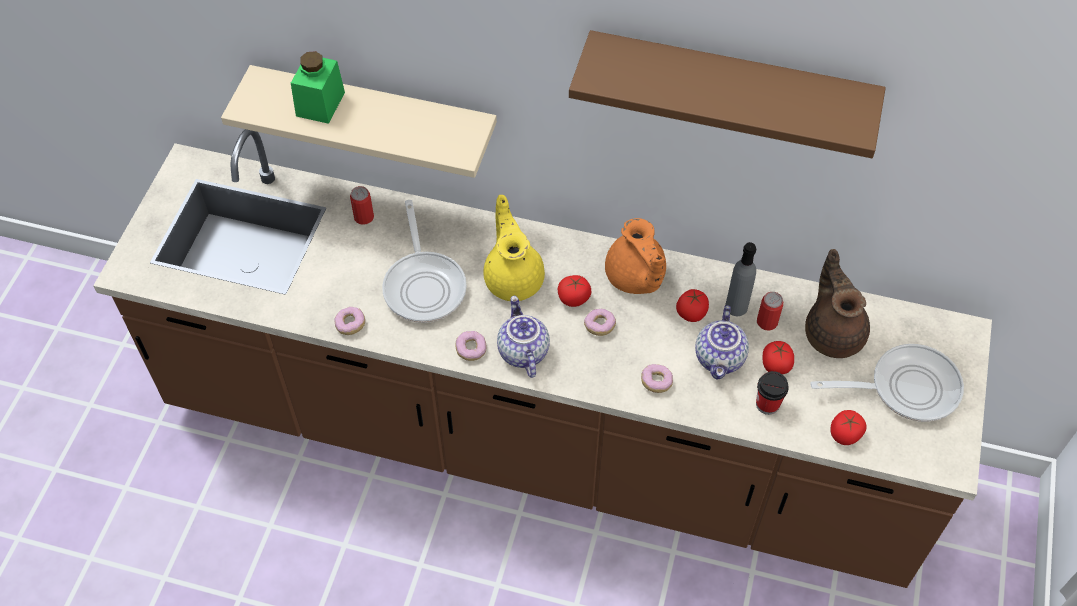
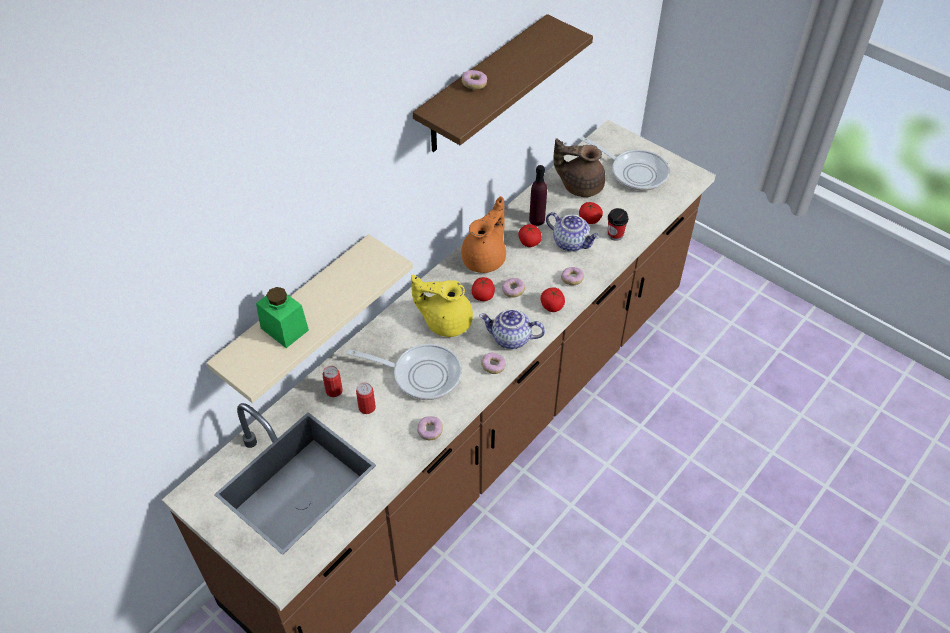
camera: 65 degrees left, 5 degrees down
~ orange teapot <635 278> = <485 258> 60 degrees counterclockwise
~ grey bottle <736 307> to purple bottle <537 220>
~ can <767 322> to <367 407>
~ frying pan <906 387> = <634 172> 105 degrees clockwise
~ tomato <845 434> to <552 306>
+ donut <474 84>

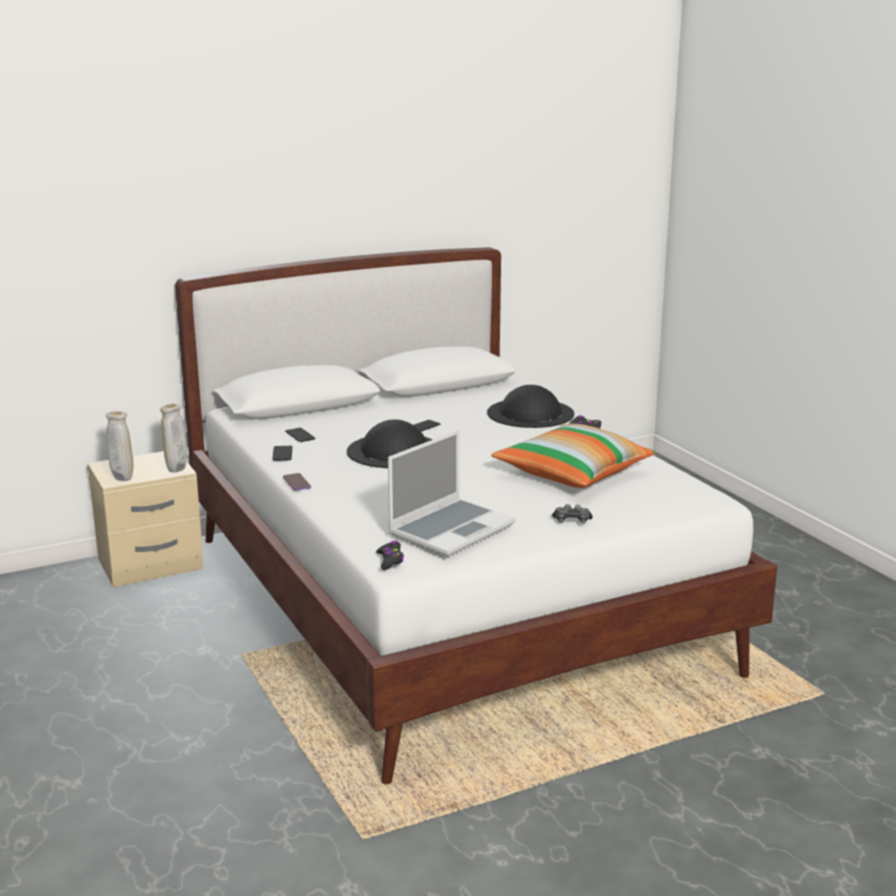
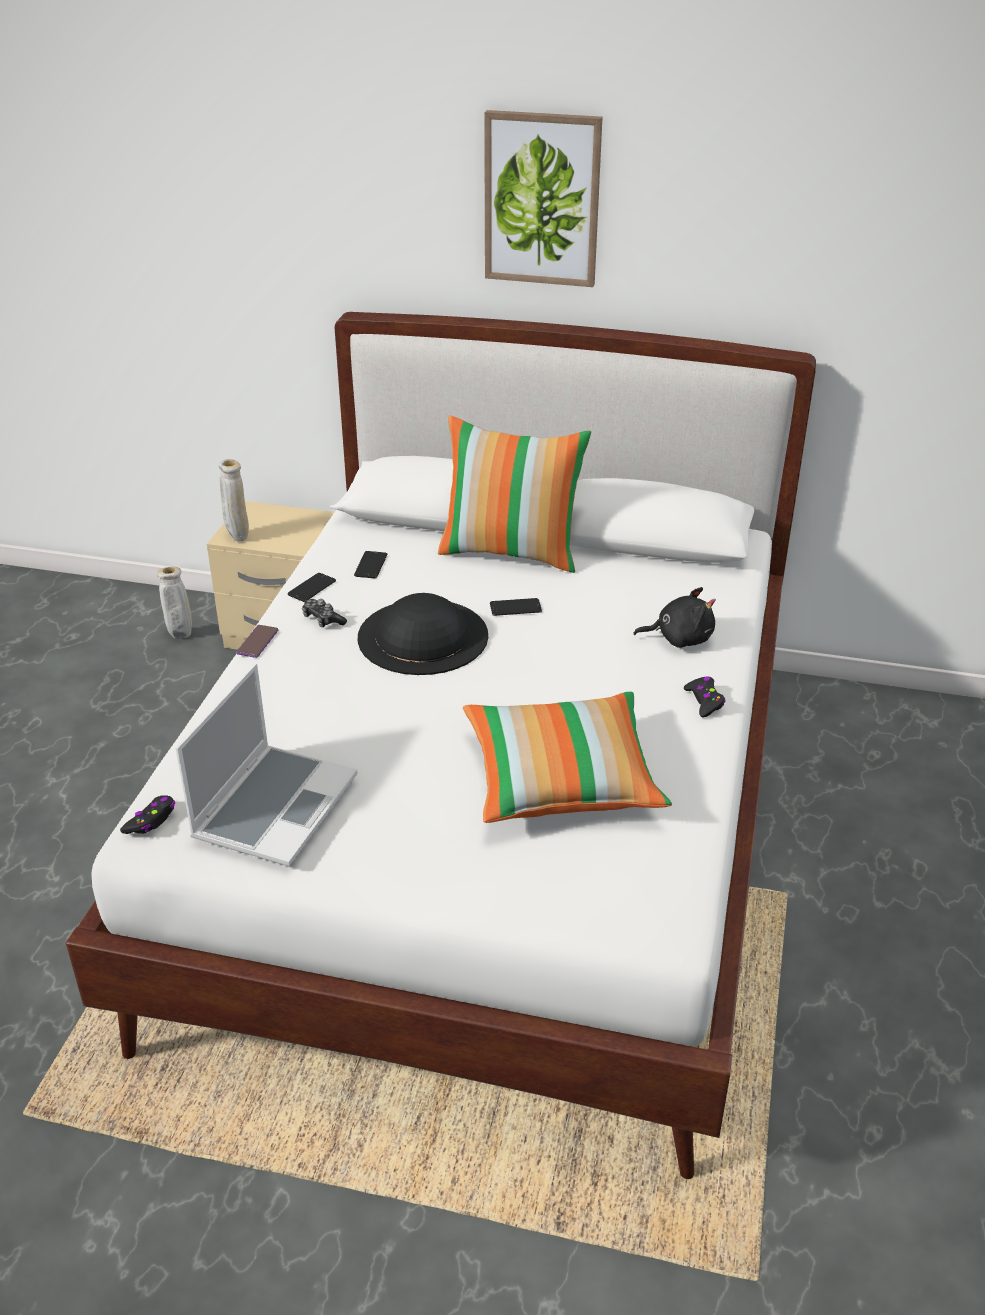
camera: 40 degrees right, 15 degrees up
~ beige vase <177 471> to <181 636>
~ laptop <451 529> = <275 805> 60 degrees counterclockwise
~ black hat <530 413> to black plush toy <679 638>
~ game controller <572 521> to <323 620>
+ pillow <511 552>
+ picture <542 199>

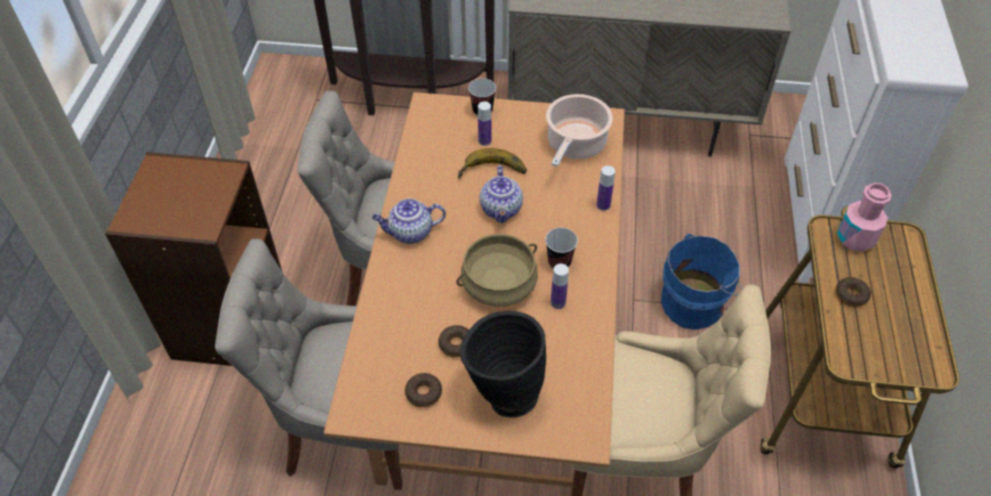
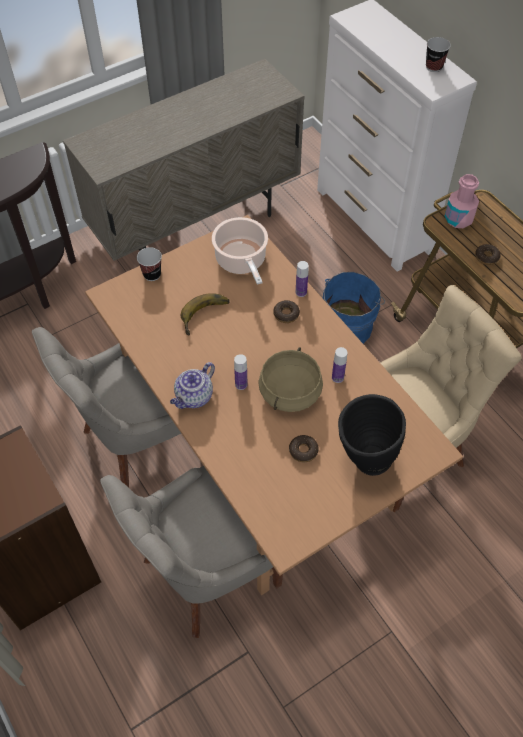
camera: 40 degrees left, 5 degrees up
~ donut <423 393> to <286 314>
~ bottle <484 141> to <241 384>
- teapot <501 210>
~ cup <559 262> to <434 67>

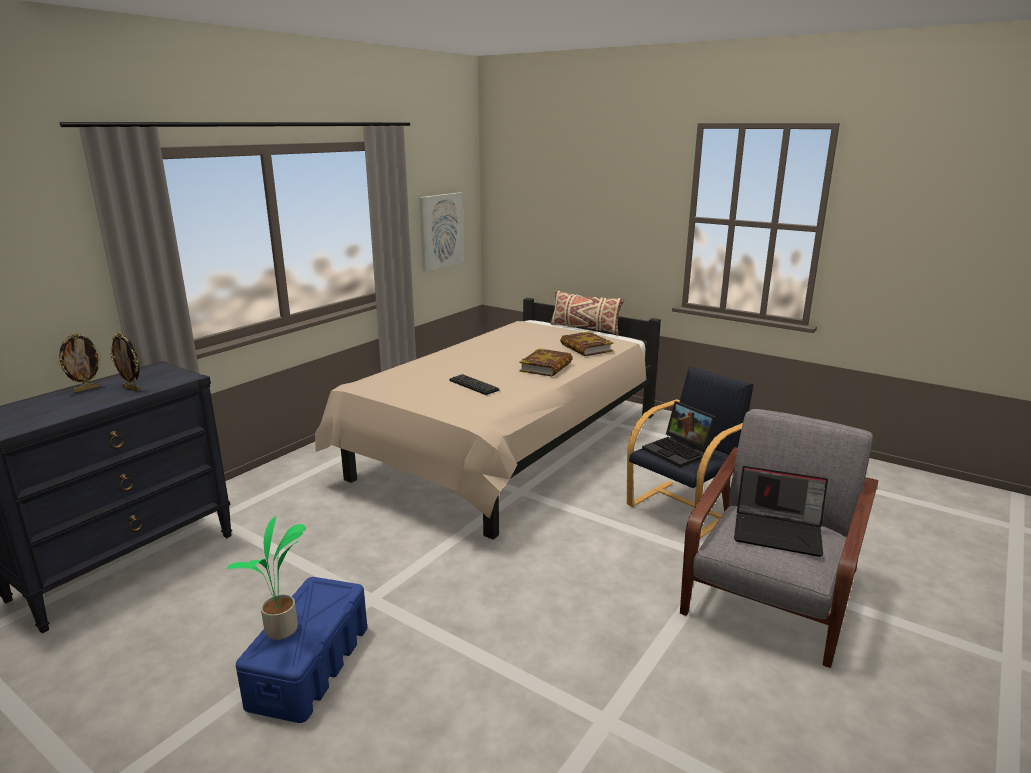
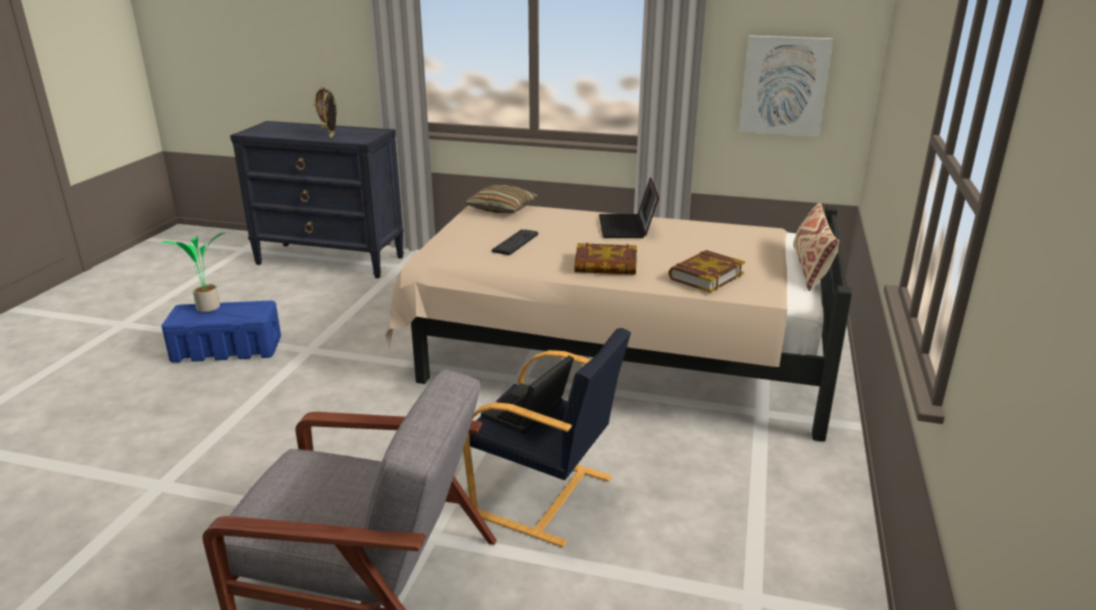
camera: 70 degrees right, 5 degrees up
~ laptop <779 532> to <627 227>
+ pillow <502 208>

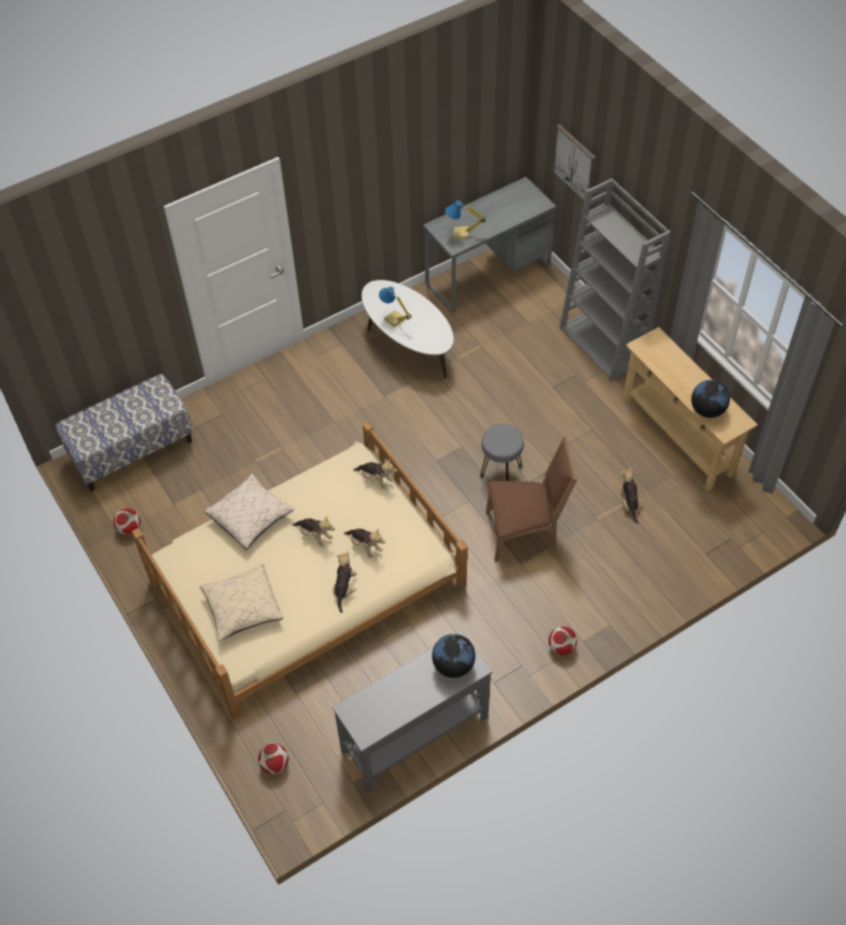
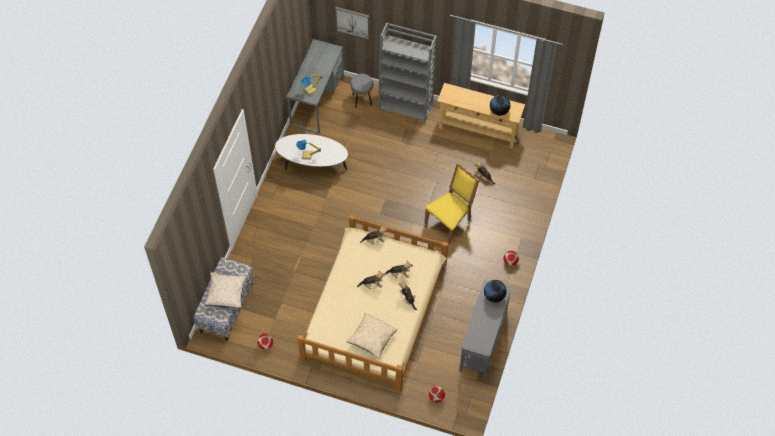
camera: 40 degrees left, 5 degrees up
~ beige pillow <250 518> to <226 293>
~ grey stool <501 471> to <362 99>
~ brown chair <525 532> to yellow chair <450 221>

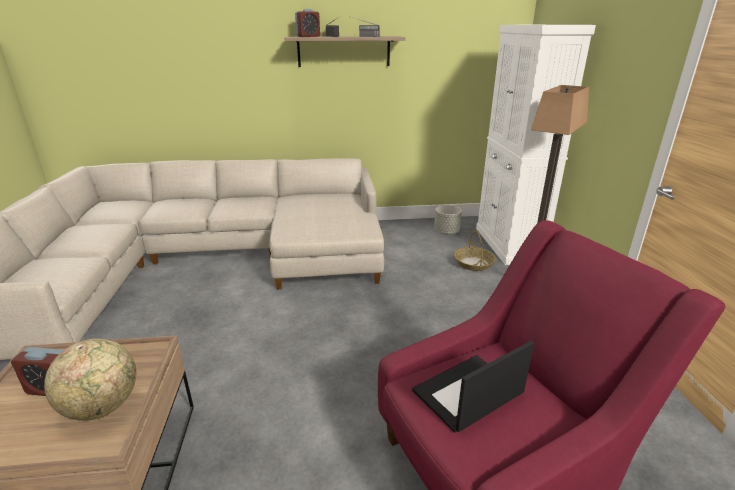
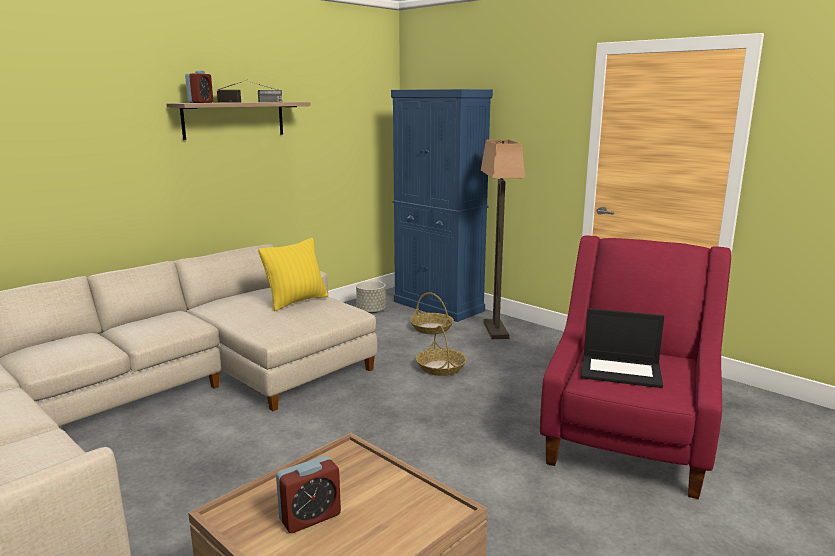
camera: 40 degrees left, 10 degrees down
- globe <103 406>
~ laptop <467 394> = <621 371> 90 degrees counterclockwise
~ white cabinet <508 244> to blue cabinet <438 306>
+ yellow pillow <296 301>
+ basket <441 368>

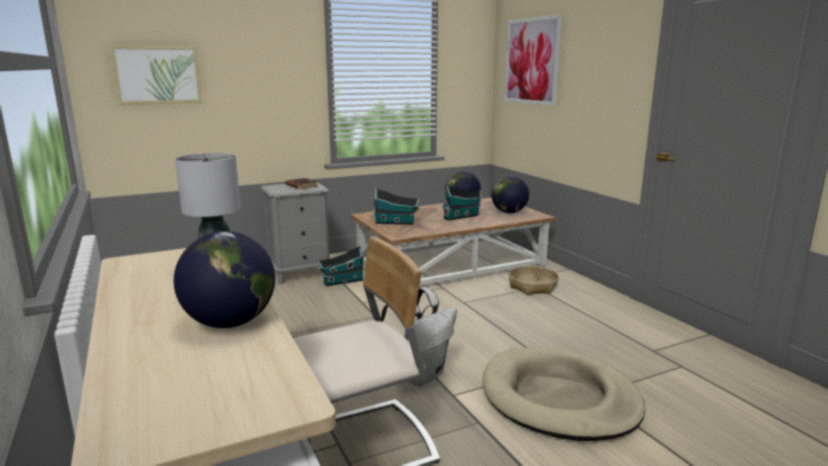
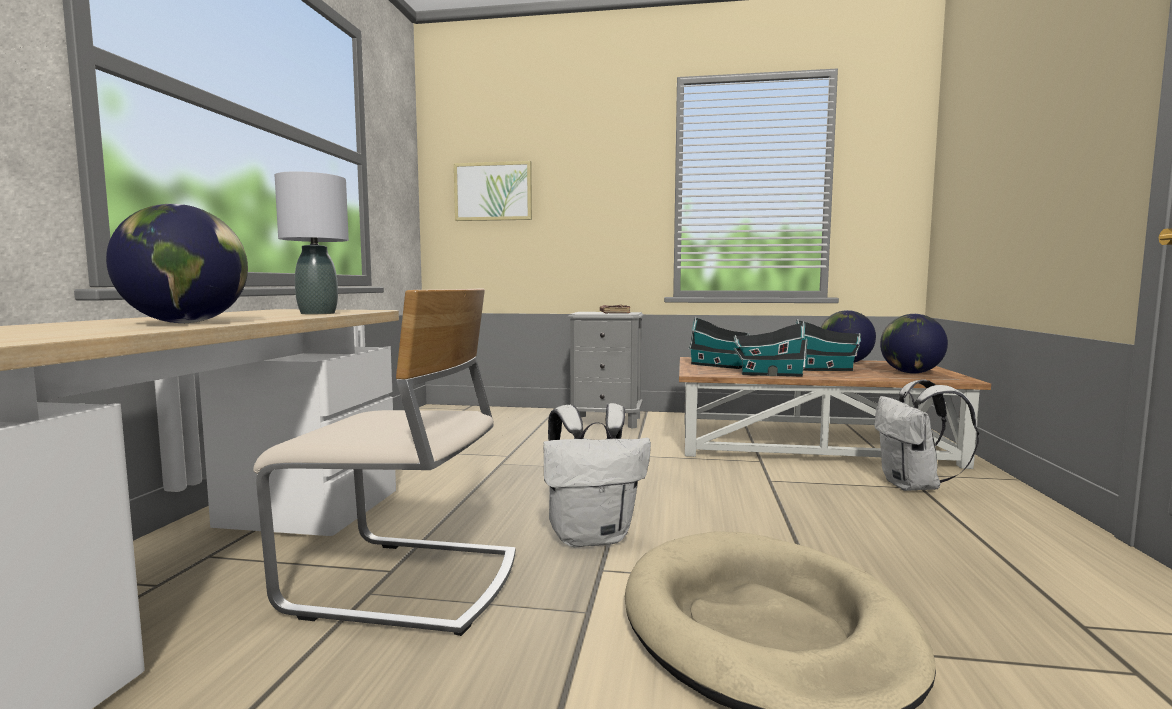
camera: 35 degrees right, 10 degrees down
~ toy house <342 282> to <769 374>
- picture <531 61>
~ basket <532 287> to white backpack <914 486>

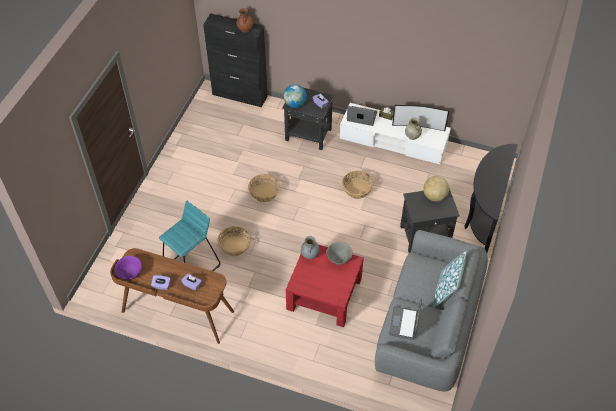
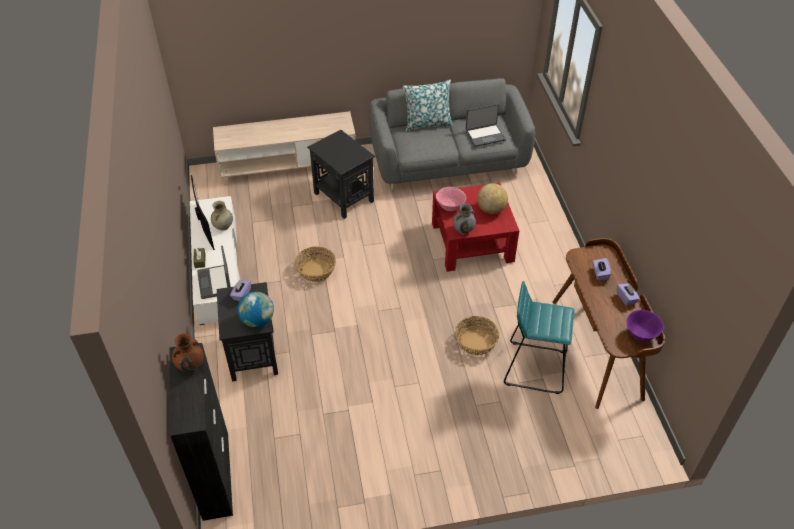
camera: 120 degrees left, 5 degrees down
- basket <264 193>
~ grey bowl <339 259> to pink bowl <450 207>
~ globe <434 196> to <491 209>
~ black console table <483 216> to beige tv stand <288 166>

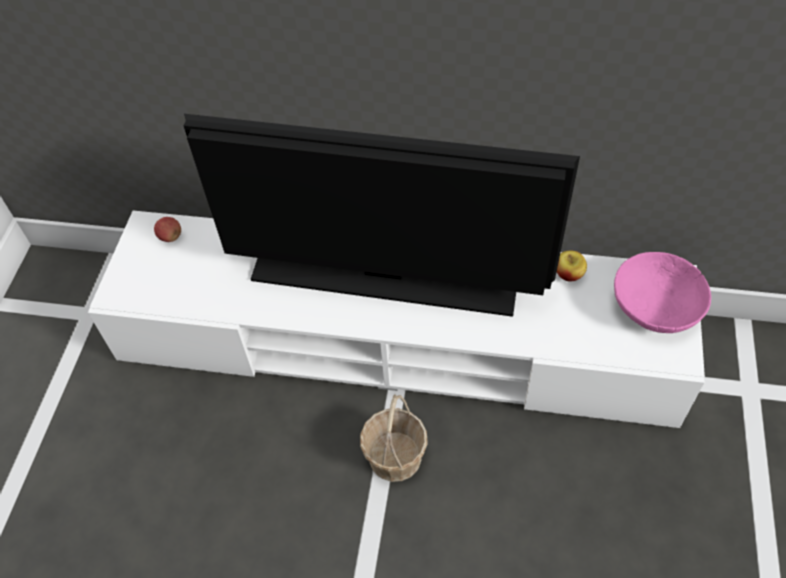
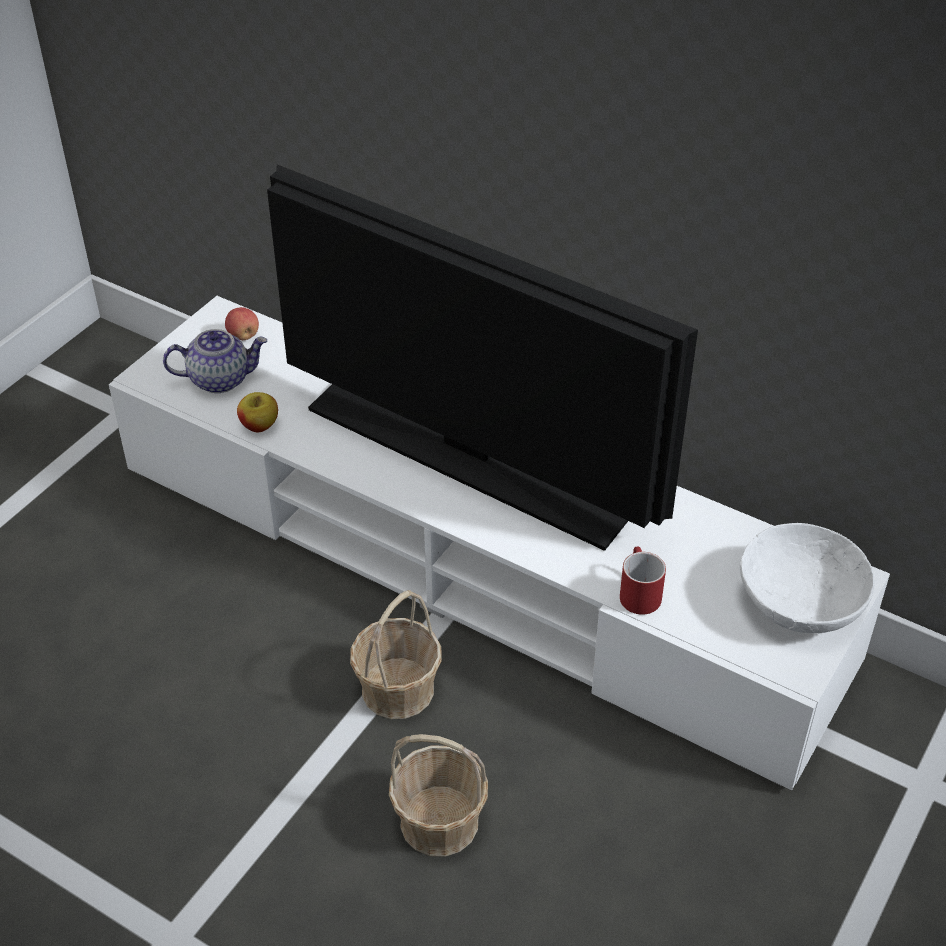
camera: 20 degrees right, 10 degrees down
~ apple <568 274> to <259 425>
~ pink bowl <655 307> to white bowl <801 602>
+ teapot <220 379>
+ basket <440 822>
+ red mug <637 592>

